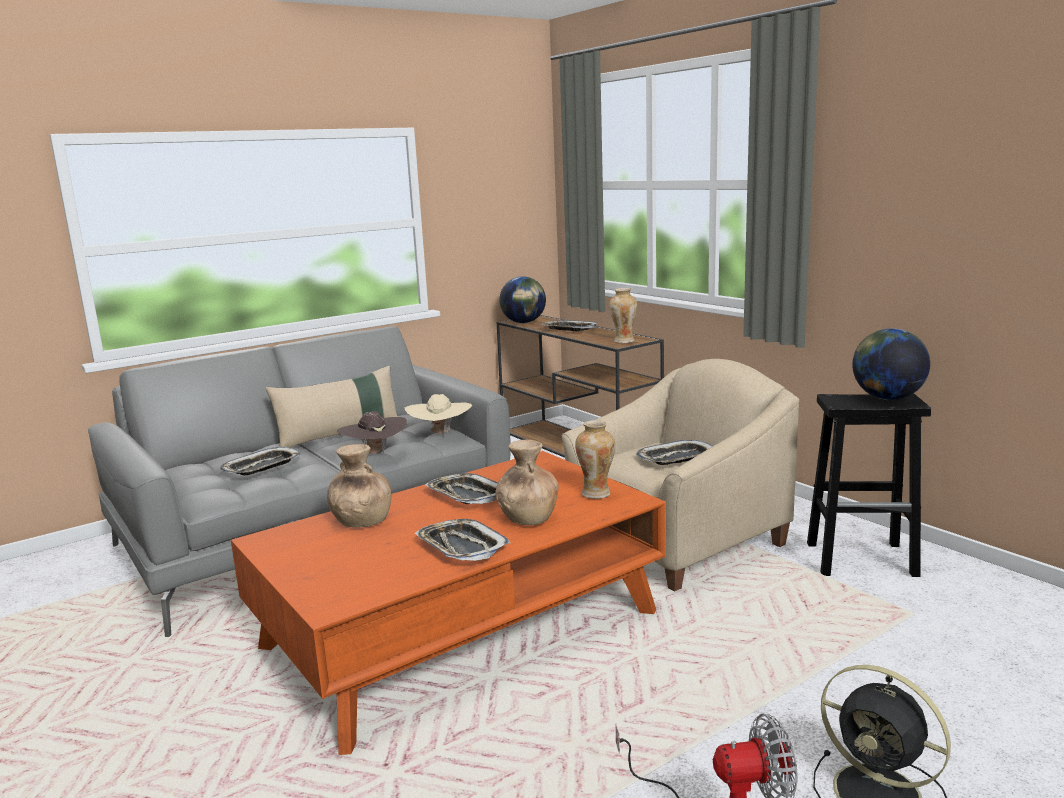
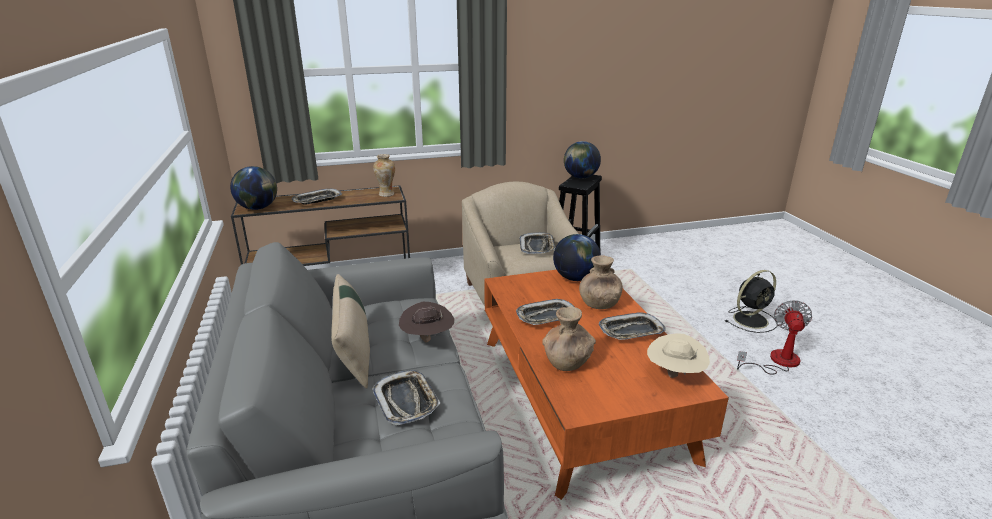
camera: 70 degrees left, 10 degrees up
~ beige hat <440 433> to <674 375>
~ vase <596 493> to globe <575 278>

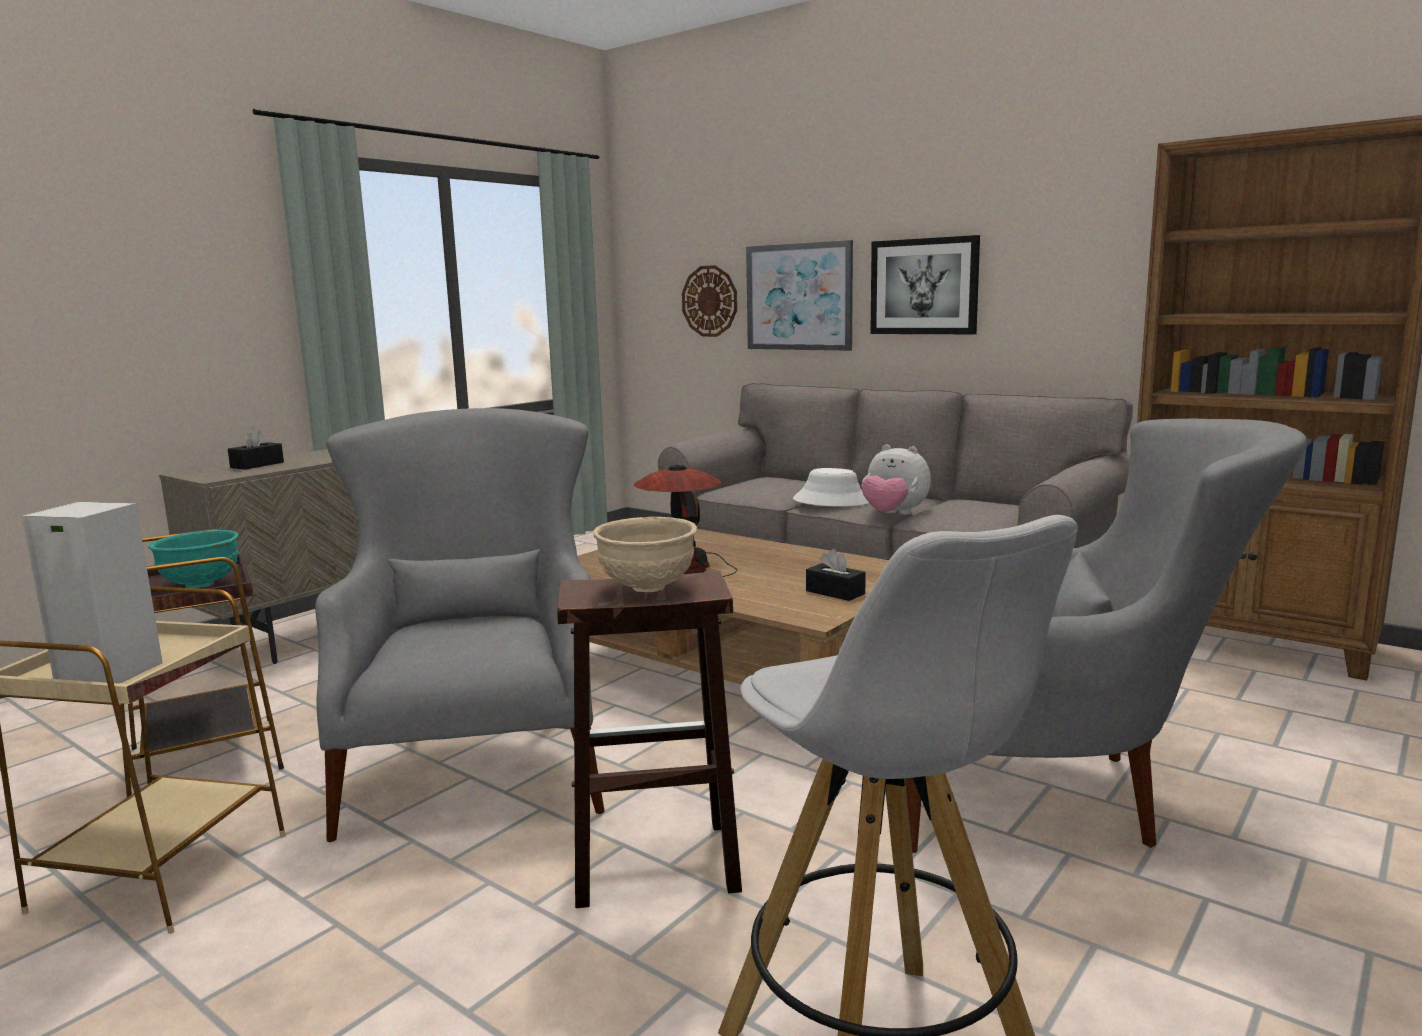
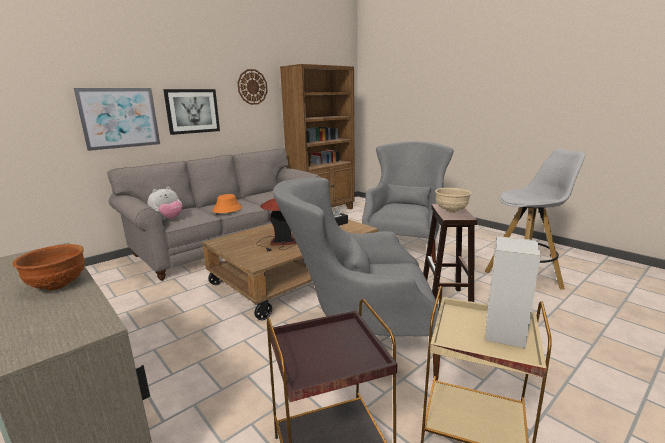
camera: 80 degrees left, 5 degrees up
- turquoise bowl <201 584>
- black tissue box <257 465>
~ wall clock <710 301> to <252 87>
~ white hat <831 501> to orange hat <227 209>
~ plush toy <894 515> to <168 219>
+ brown bowl <57 285>

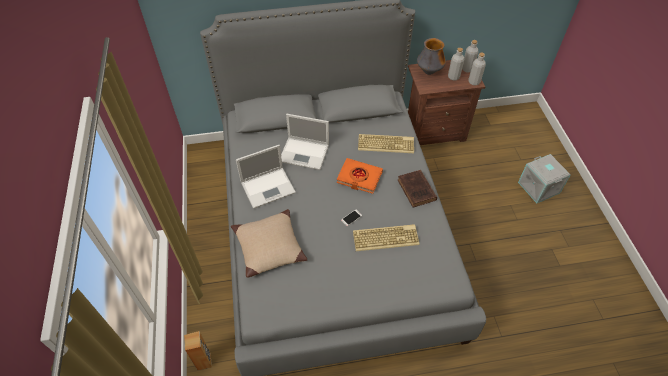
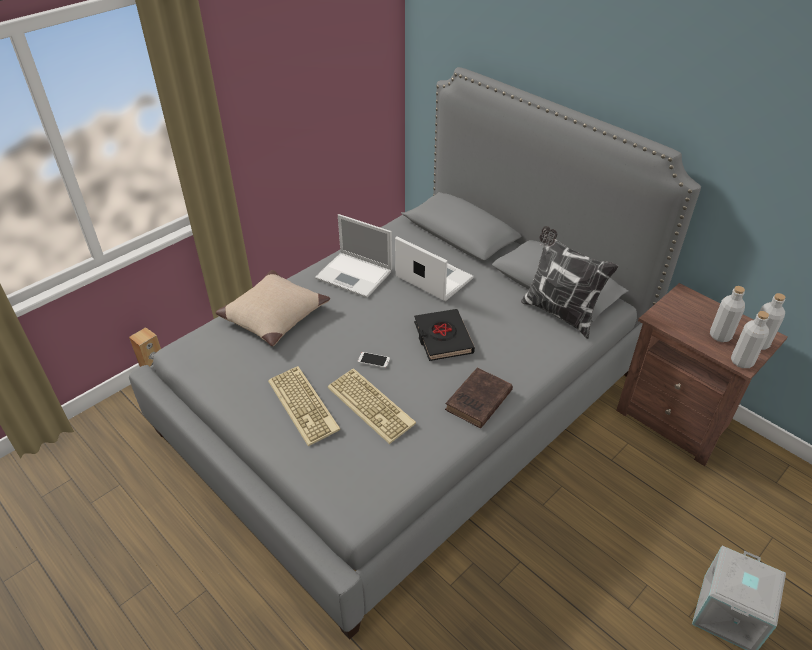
camera: 55 degrees right, 10 degrees down
~ laptop <305 153> = <432 277> 150 degrees clockwise
~ orange book <359 178> to black book <442 338>
~ keyboard <386 143> to <305 405>
- vase <429 71>
+ pillow <559 313>

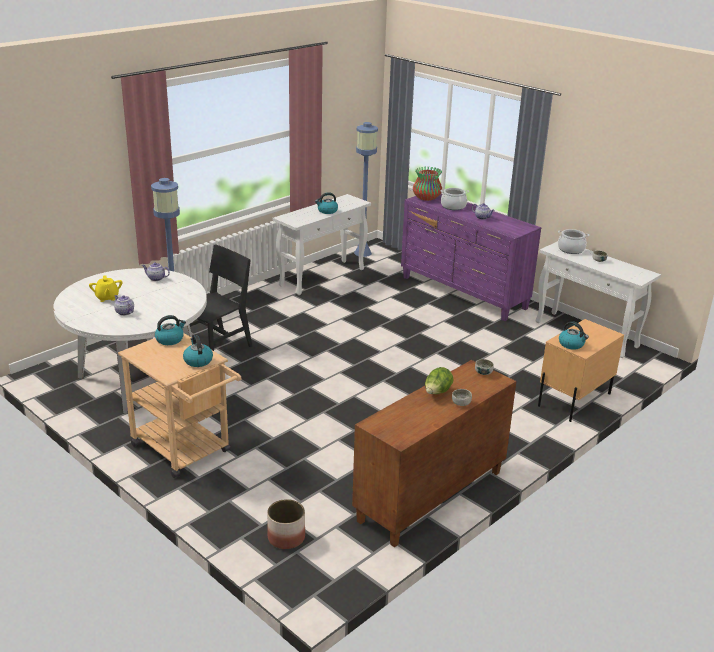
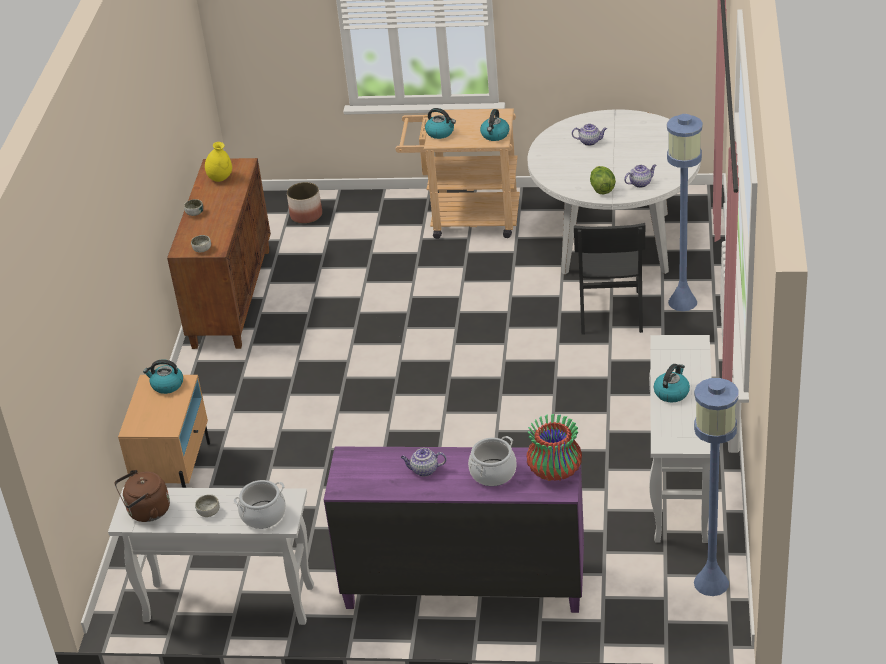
camera: 145 degrees right, 10 degrees up
- yellow teapot <107 298>
~ lettuce <437 393> to <602 189>
+ brown kettle <146 512>
+ yellow vase <220 178>

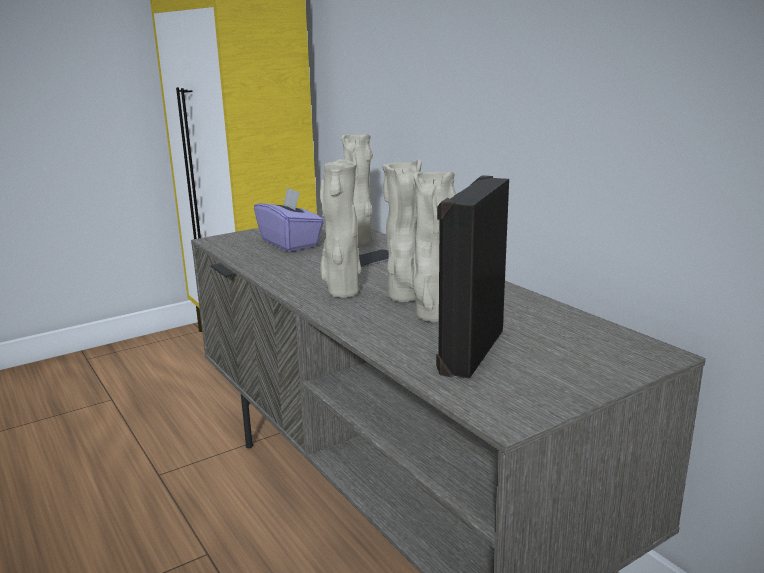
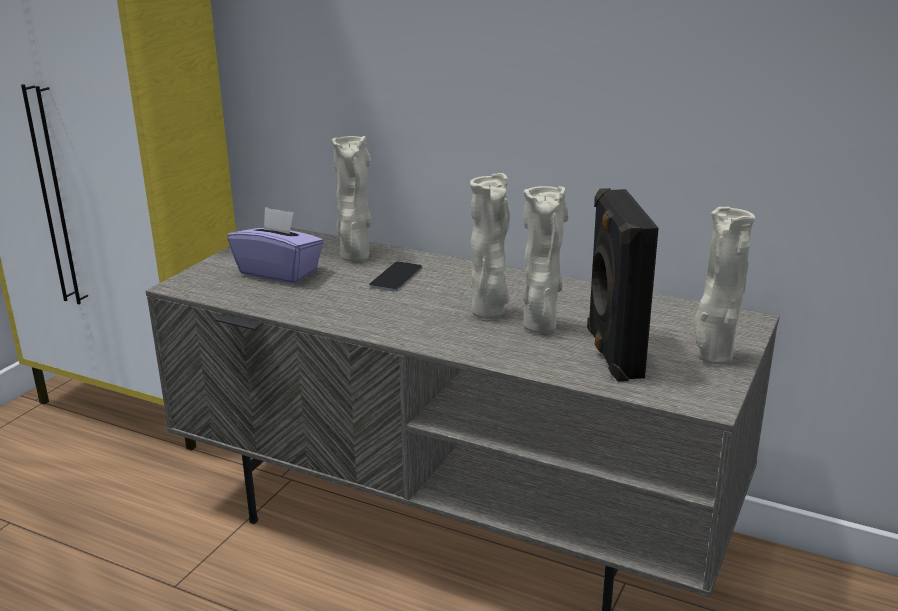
camera: 30 degrees left, 5 degrees up
~ beige vase <341 293> to <713 357>

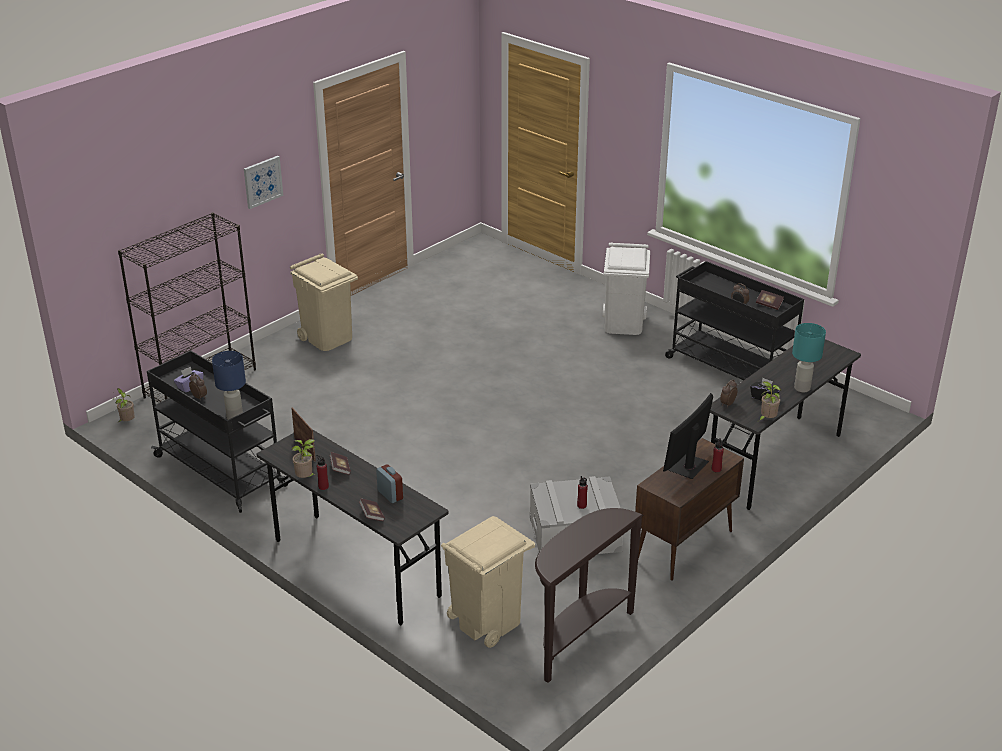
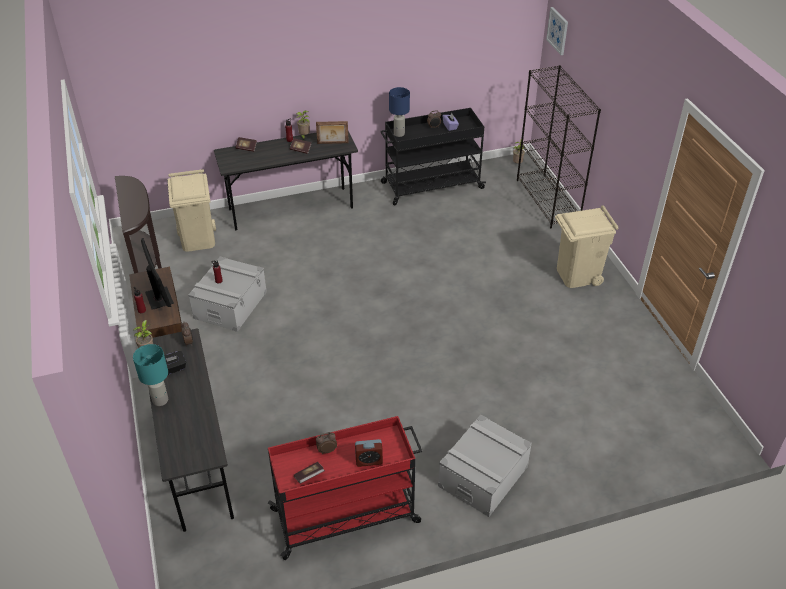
camera: 120 degrees right, 10 degrees up
~ picture <262 181> to <558 30>
~ alarm clock <390 495> to <369 461>
~ white trash can <624 324> to grey storage box <483 476>
~ black cart <729 368> to red cart <347 516>

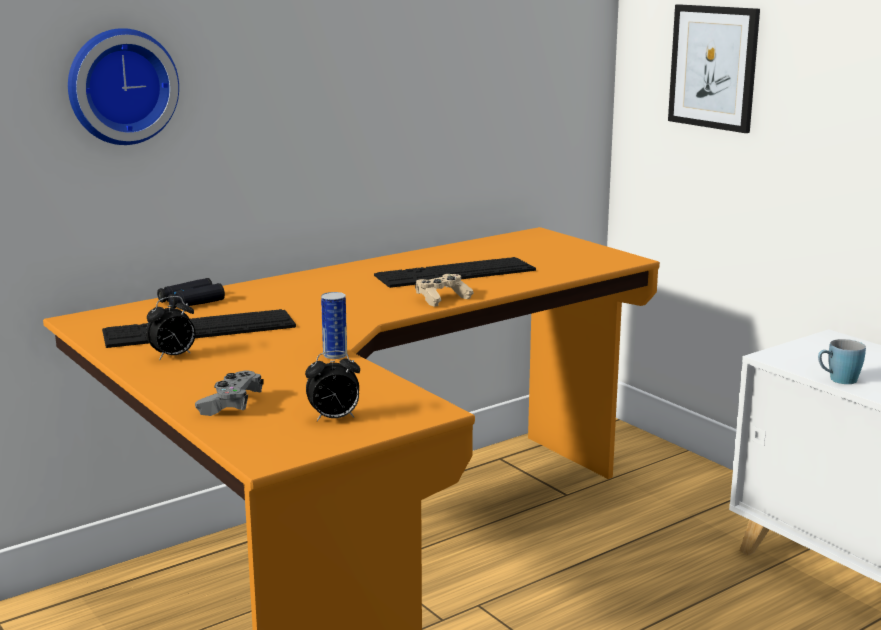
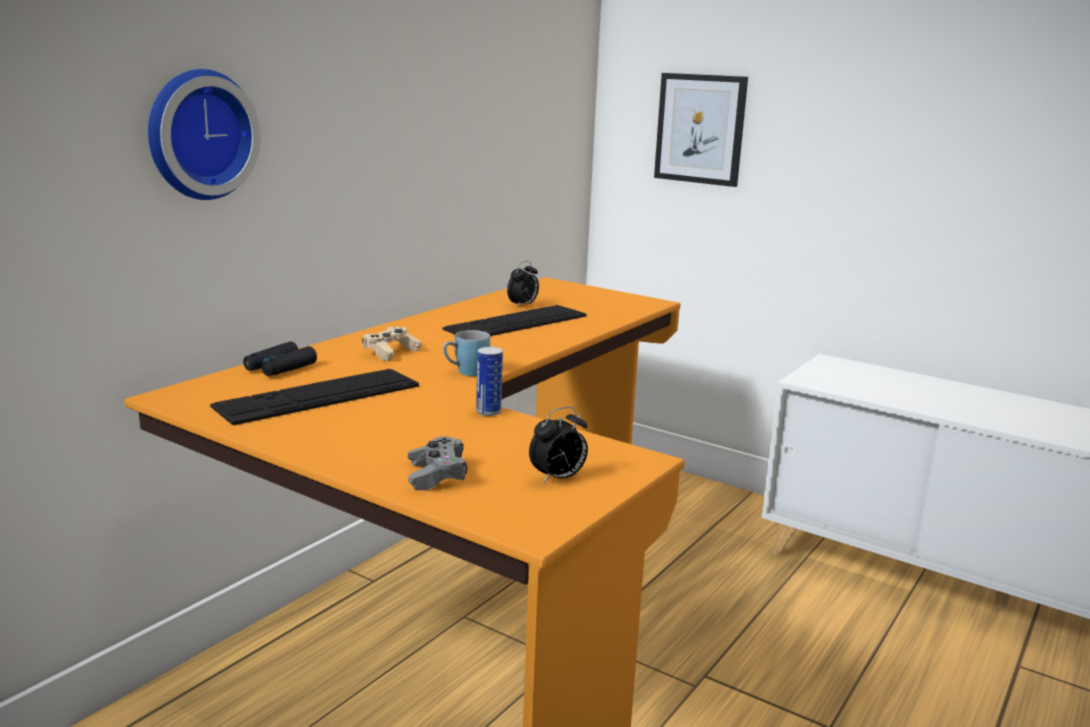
camera: 20 degrees left, 0 degrees up
~ alarm clock <173 356> to <523 305>
~ beige game controller <443 299> to <391 352>
~ blue mug <837 380> to <465 373>

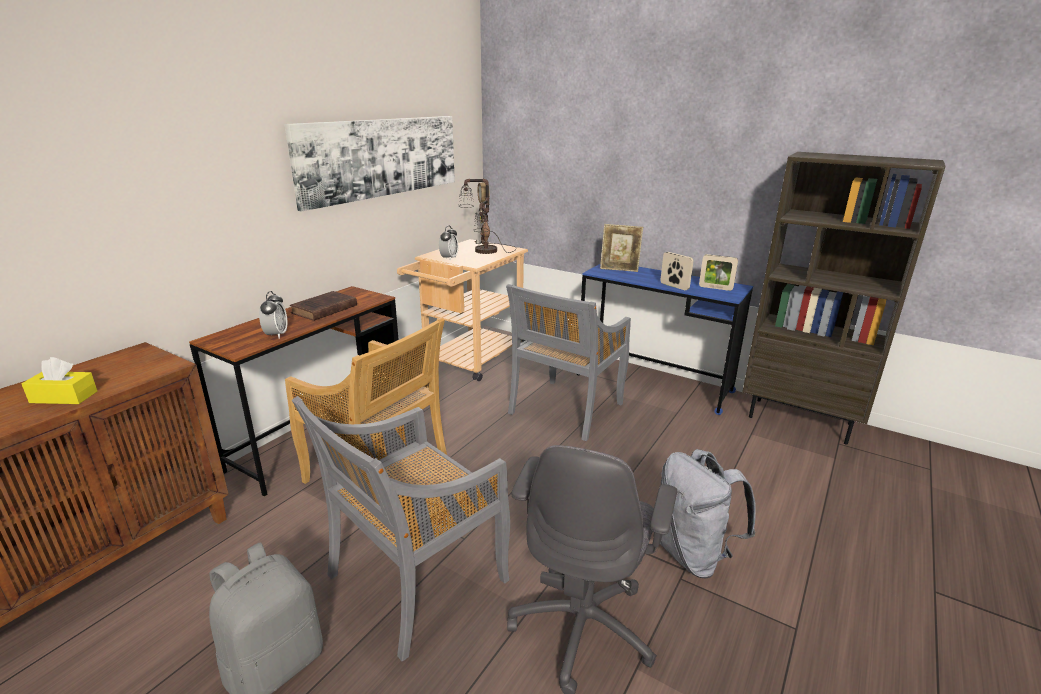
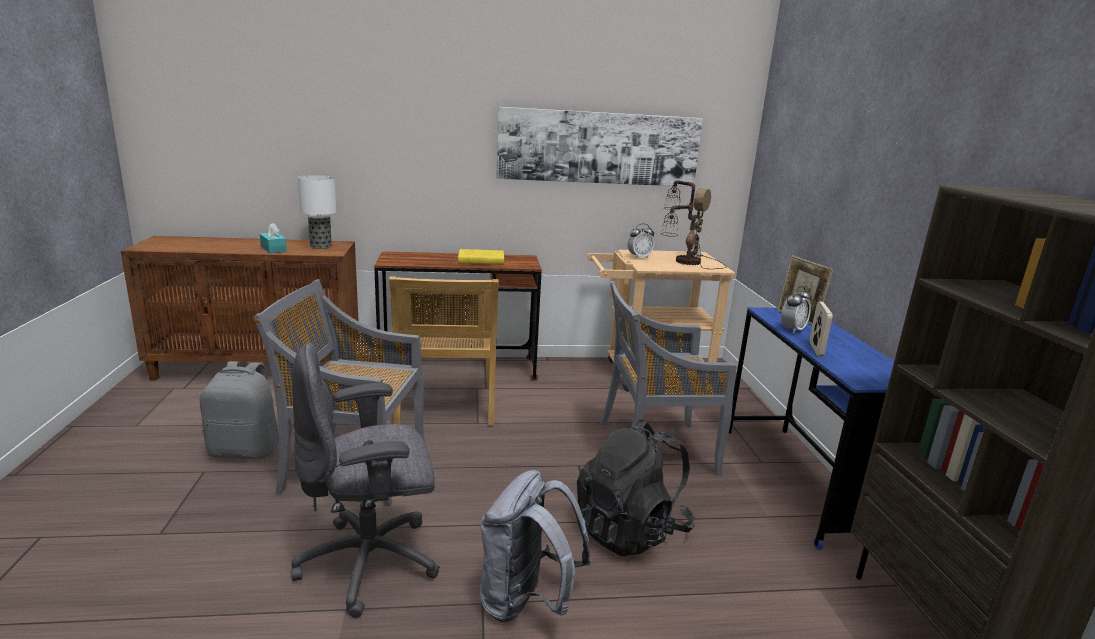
camera: 50 degrees right, 5 degrees down
~ yellow tissue box <64 397> to turquoise tissue box <273 249>
~ alarm clock <276 335> to <792 330>
~ brown book <323 310> to yellow book <479 260>
- picture frame <715 288>
+ table lamp <321 246>
+ black backpack <631 530>

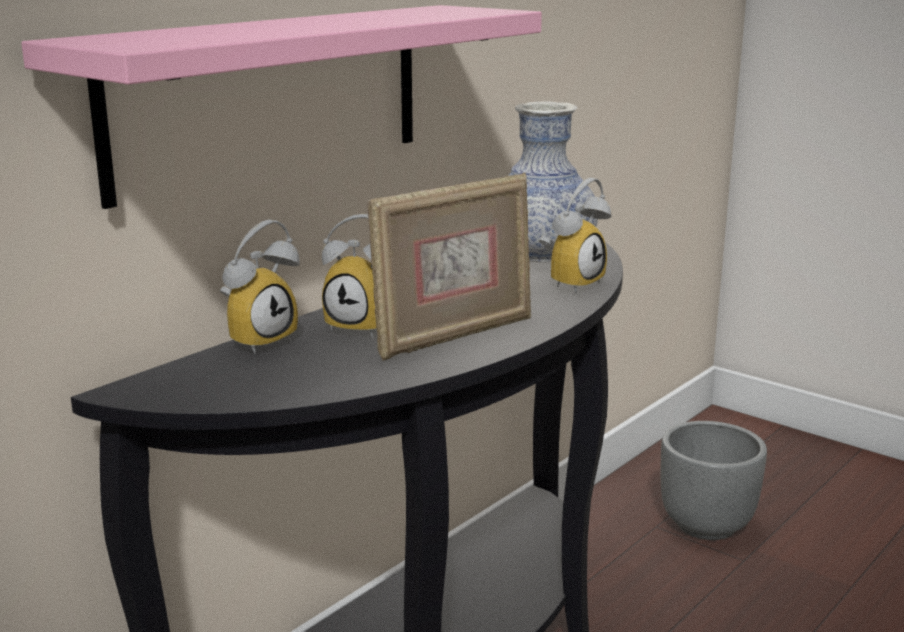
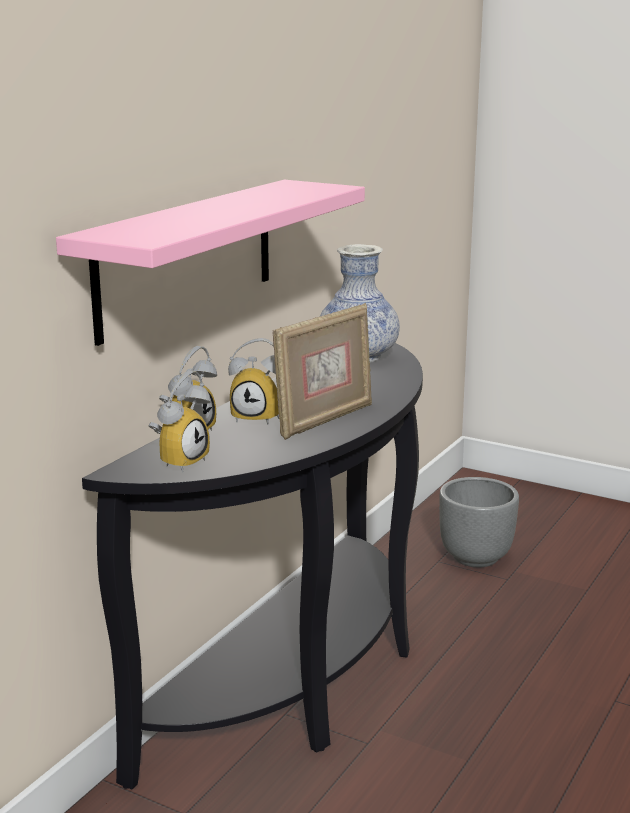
camera: 10 degrees left, 0 degrees up
~ alarm clock <571 282> to <180 461>

